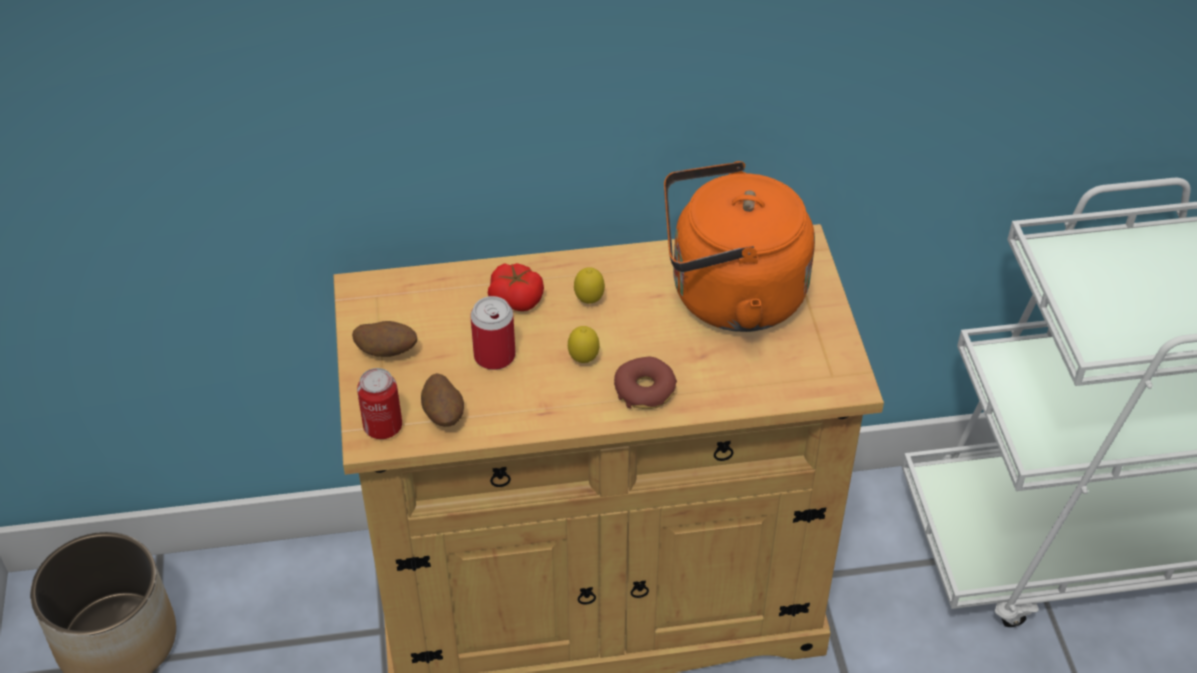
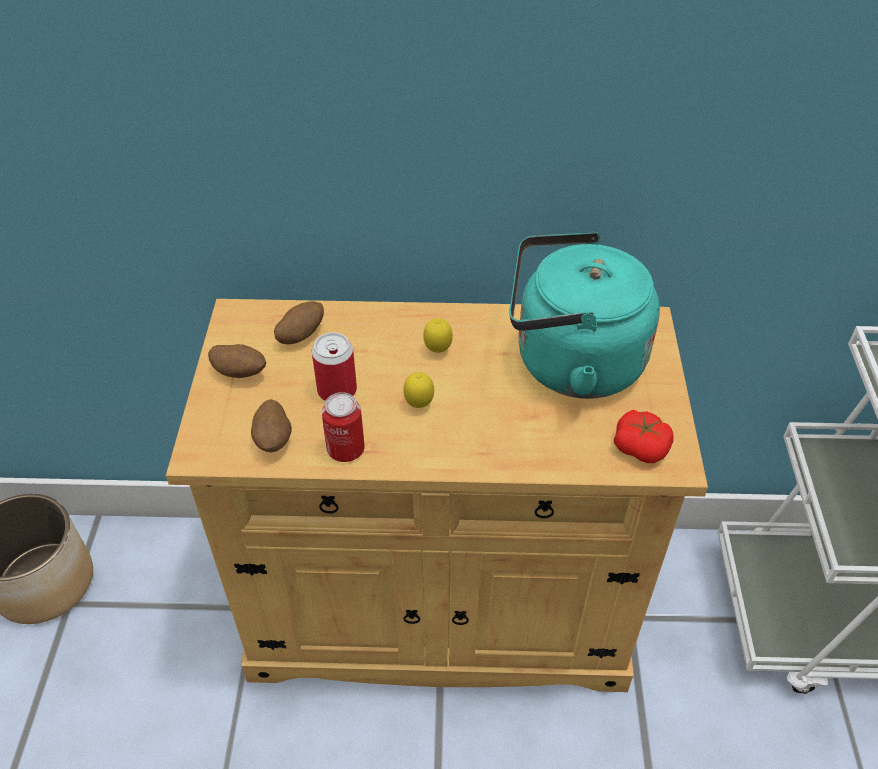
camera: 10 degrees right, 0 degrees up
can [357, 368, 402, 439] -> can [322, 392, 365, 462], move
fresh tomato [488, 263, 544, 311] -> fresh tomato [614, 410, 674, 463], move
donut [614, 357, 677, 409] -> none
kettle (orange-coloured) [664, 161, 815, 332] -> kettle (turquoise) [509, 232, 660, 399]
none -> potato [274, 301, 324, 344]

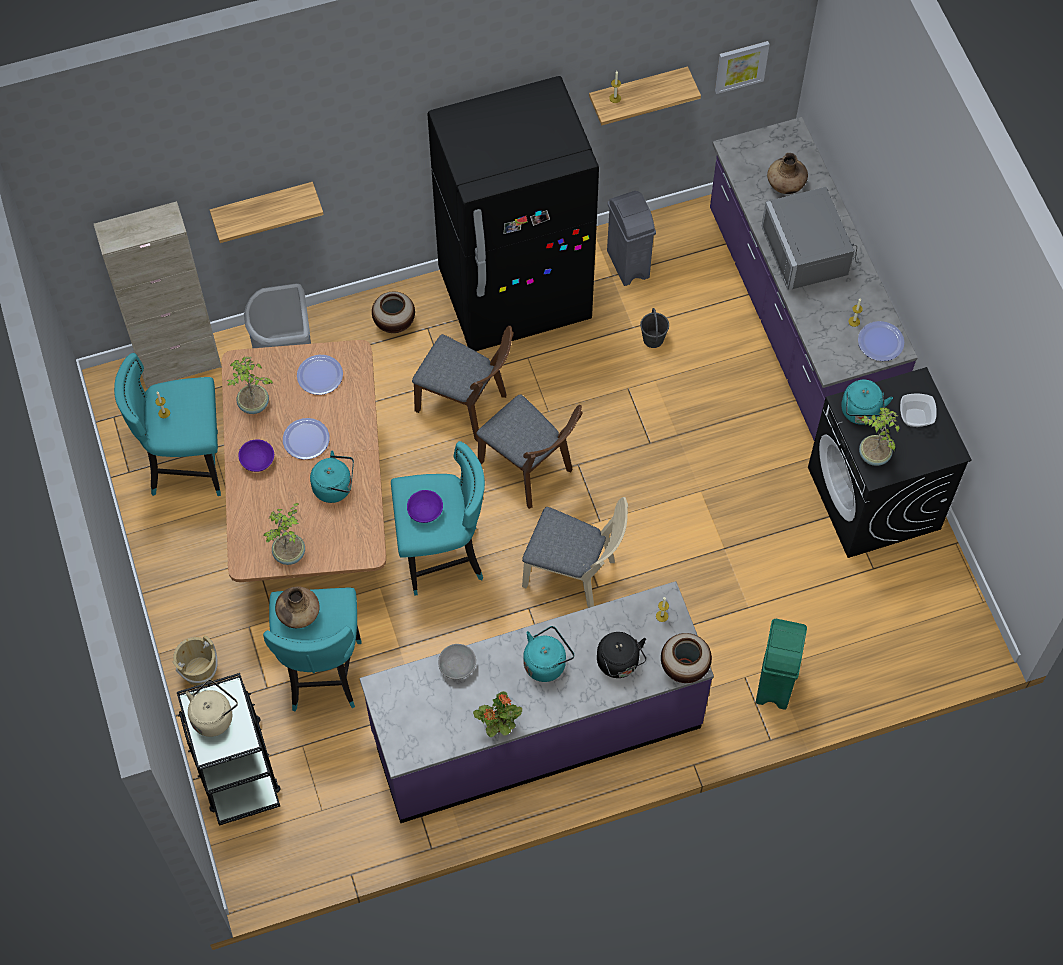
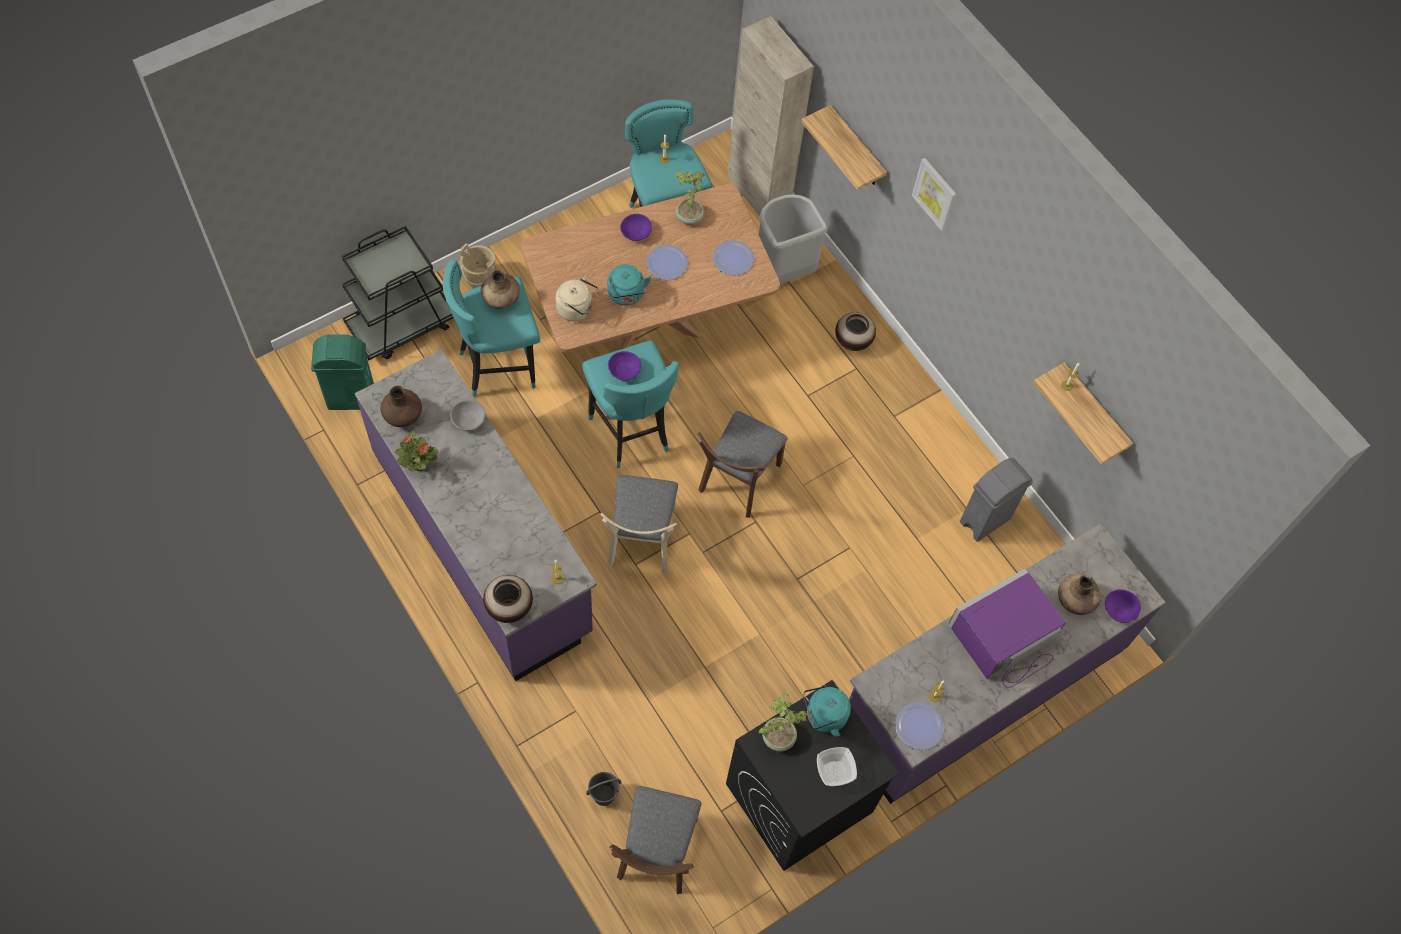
camera: 70 degrees right, 0 degrees up
kettle (beige) [186, 680, 238, 737] -> kettle (beige) [555, 276, 599, 321], move
plant in a pot [264, 503, 305, 565] -> none
upright chair (brown) [412, 326, 513, 442] -> upright chair (brown) [609, 786, 702, 894], move
fridge (black-coloured) [427, 76, 599, 351] -> none
kettle (turquoise) [523, 626, 574, 682] -> none
kettle (black-coloured) [597, 632, 646, 678] -> none
water bucket (greyish) [640, 308, 669, 348] -> water bucket (greyish) [586, 772, 621, 806], move
picture [715, 41, 770, 94] -> picture [912, 158, 956, 231], move
waste bin (green) [756, 619, 807, 710] -> waste bin (green) [311, 334, 374, 410], move
microwave (greyish) [762, 187, 859, 290] -> microwave (purplish) [948, 568, 1066, 688]
none -> flower vase (brown) [380, 386, 422, 427]
none -> bowl (purplish) [1105, 589, 1141, 623]

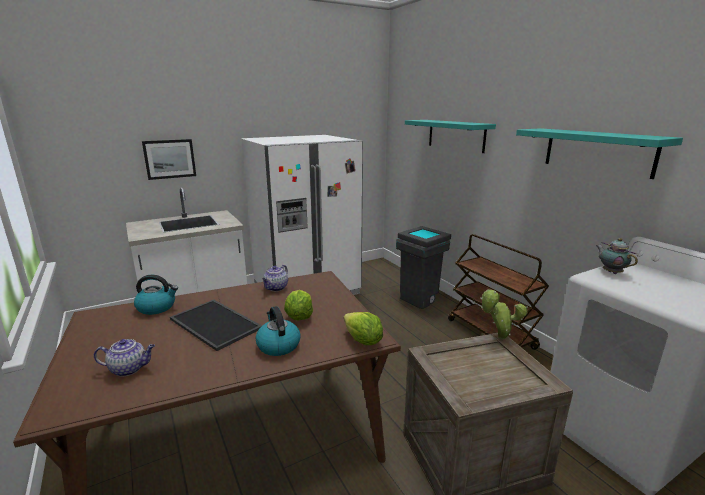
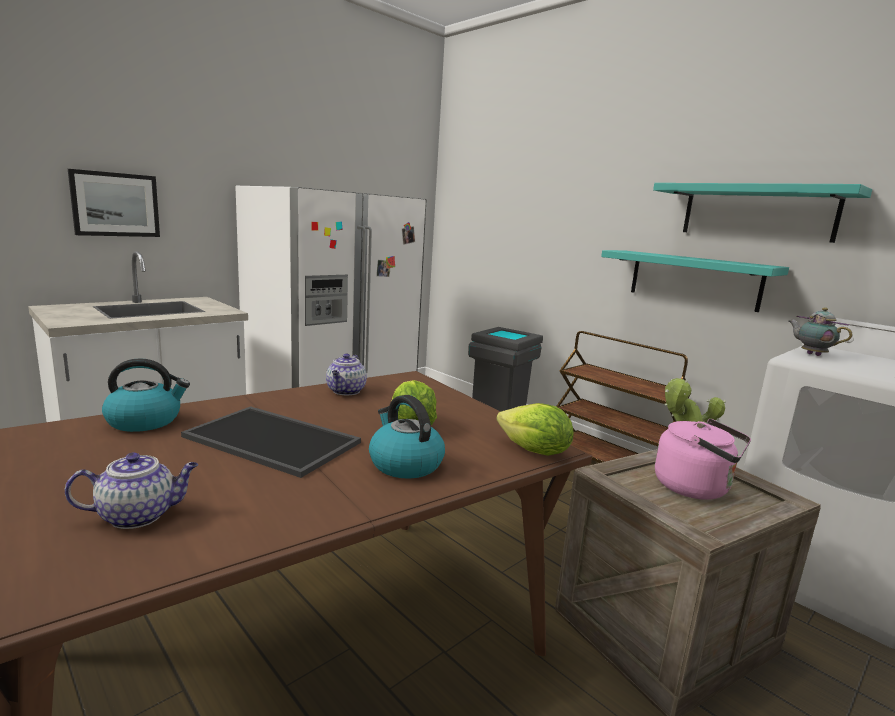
camera: 15 degrees left, 5 degrees down
wall shelf (turquoise) [405, 120, 496, 153] -> wall shelf (turquoise) [601, 250, 789, 312], move
none -> kettle (pinkish) [655, 418, 751, 500]

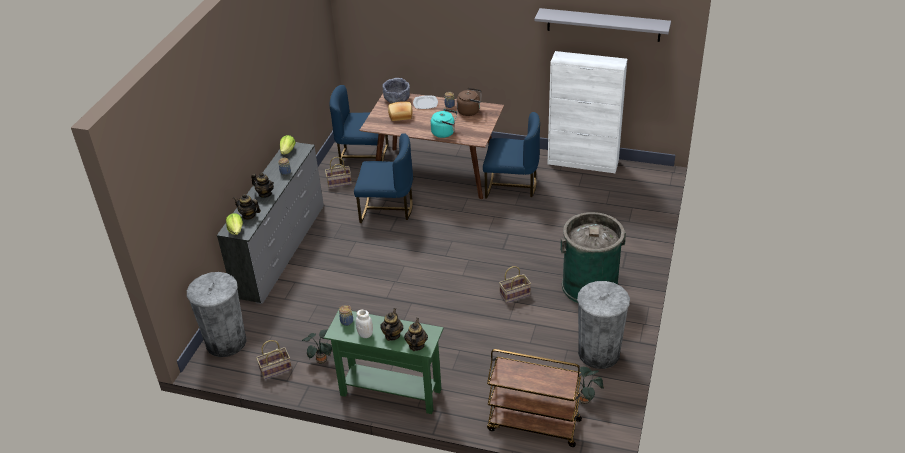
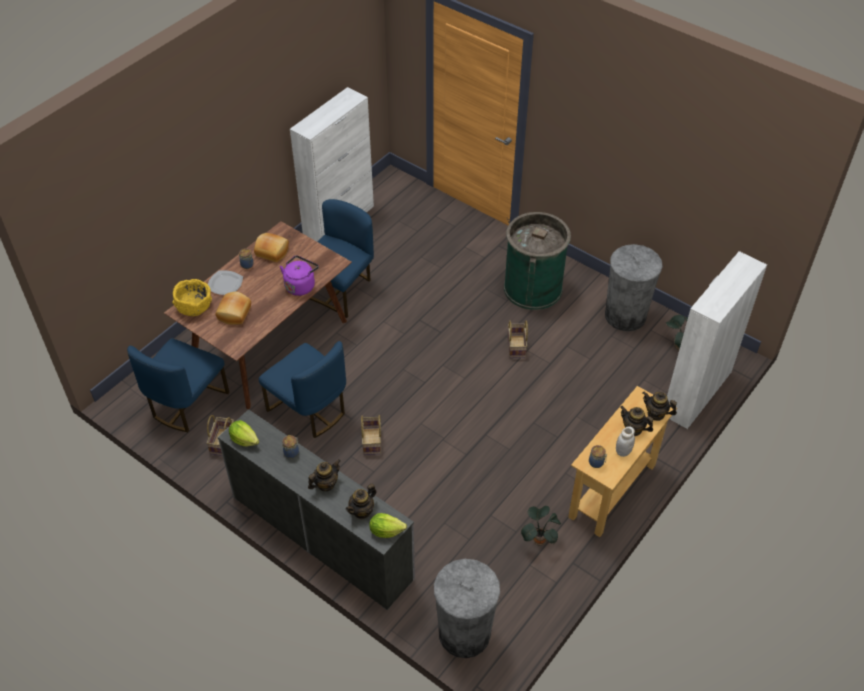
camera: 70 degrees left, 10 degrees up
household basket [256, 340, 292, 379] -> household basket [361, 415, 381, 455], move
hall table (green) [324, 310, 444, 414] -> hall table (beige) [568, 386, 677, 537]
upright chair (blue) [354, 133, 413, 223] -> upright chair (blue) [259, 341, 346, 438], 105 degrees clockwise
bowl (greyish) [383, 78, 410, 103] -> bowl (yellow) [172, 279, 212, 316]
kettle (turquoise) [431, 109, 457, 138] -> kettle (purplish) [280, 255, 319, 296]
kettle (brown) [457, 88, 481, 116] -> baked bread [254, 233, 289, 262]
cart (brown) [487, 349, 582, 447] -> storage cabinet (white-coloured) [667, 251, 767, 429]
wall shelf (greyish) [535, 8, 671, 42] -> none

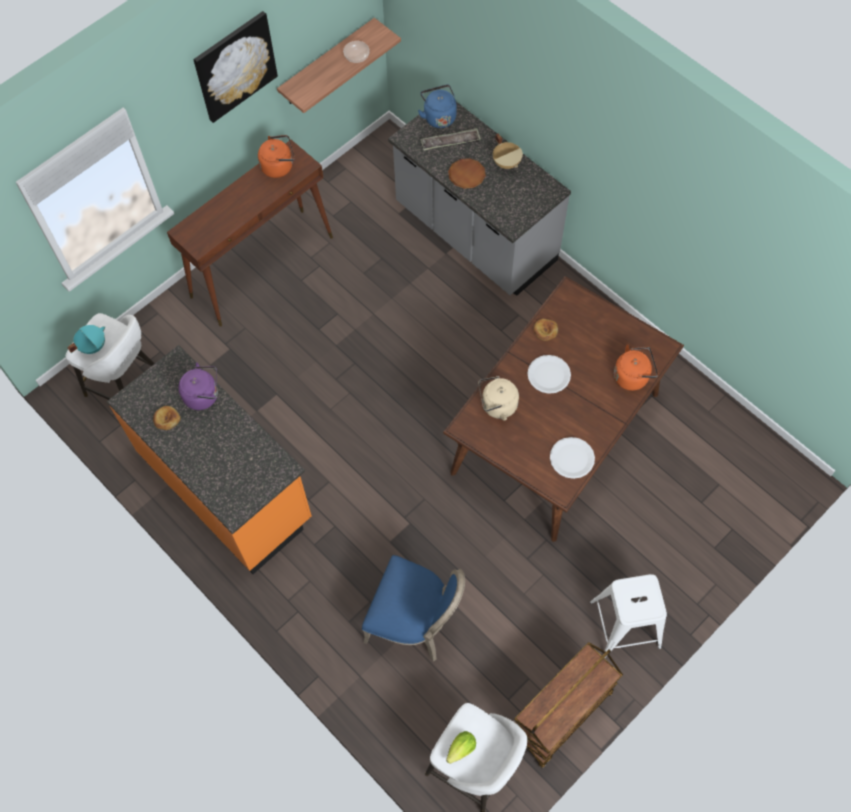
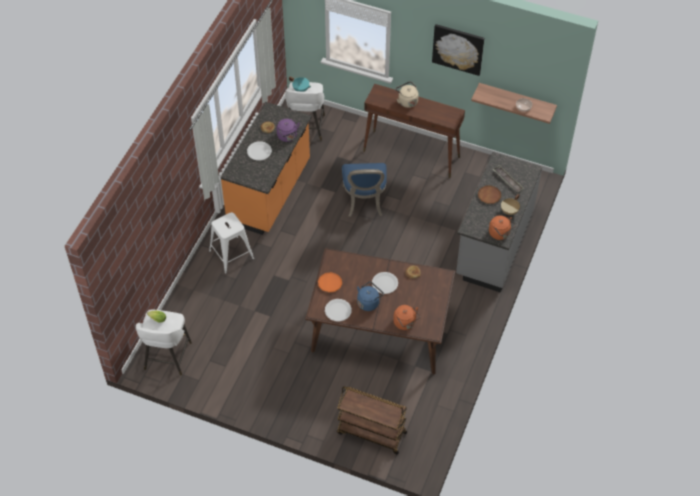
camera: 65 degrees right, 10 degrees down
kettle (orange-coloured) [258, 135, 295, 178] -> kettle (orange-coloured) [489, 215, 516, 240], move
upright chair (blue) [362, 555, 465, 662] -> upright chair (blue) [342, 163, 387, 217], move
kettle (blue) [418, 84, 457, 128] -> kettle (blue) [357, 281, 384, 311], move
kettle (beige) [478, 376, 519, 421] -> kettle (beige) [395, 81, 419, 108], move
cart (brown) [514, 642, 623, 768] -> cart (brown) [337, 386, 407, 454], move
stool seat (white-coloured) [590, 574, 667, 658] -> stool seat (white-coloured) [209, 212, 254, 274], move
none -> plate (white-coloured) [247, 141, 272, 161]
none -> plate (orange-coloured) [318, 272, 342, 293]

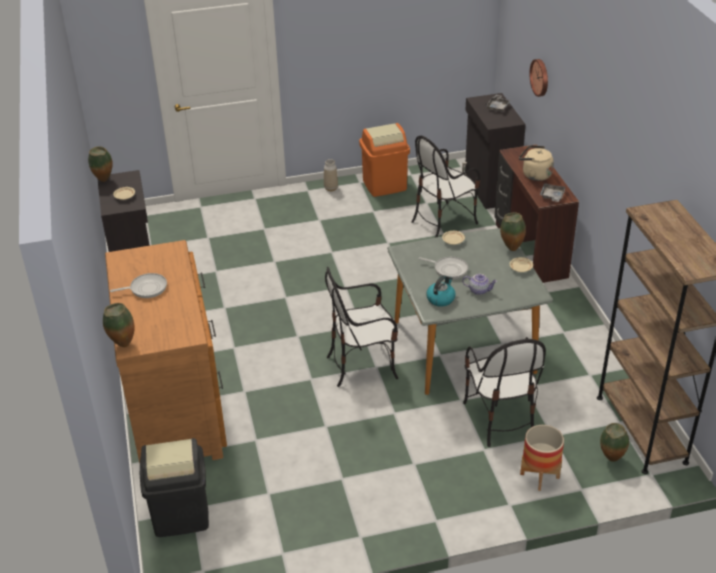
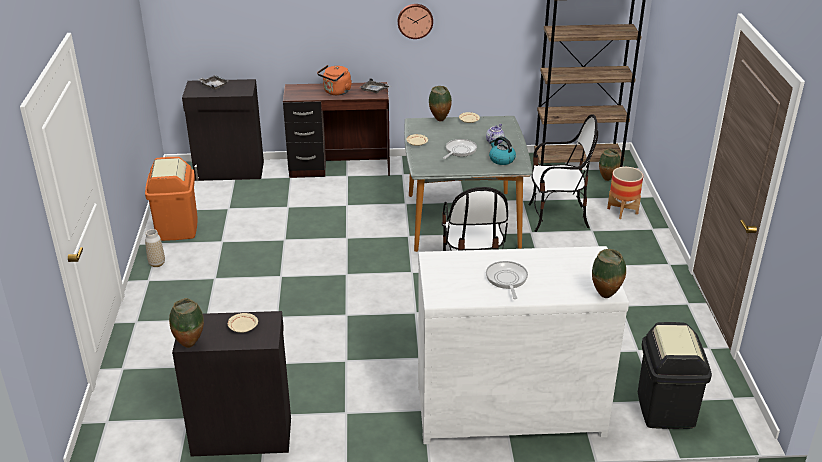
camera: 80 degrees left, 5 degrees down
dresser (brown) [105, 240, 227, 463] -> dresser (white-coloured) [418, 246, 629, 444]
upright chair [411, 136, 480, 237] -> none
kettle (beige) [519, 145, 554, 181] -> kettle (orange-coloured) [317, 65, 352, 95]
wall clock [529, 59, 548, 97] -> wall clock [398, 4, 433, 39], move

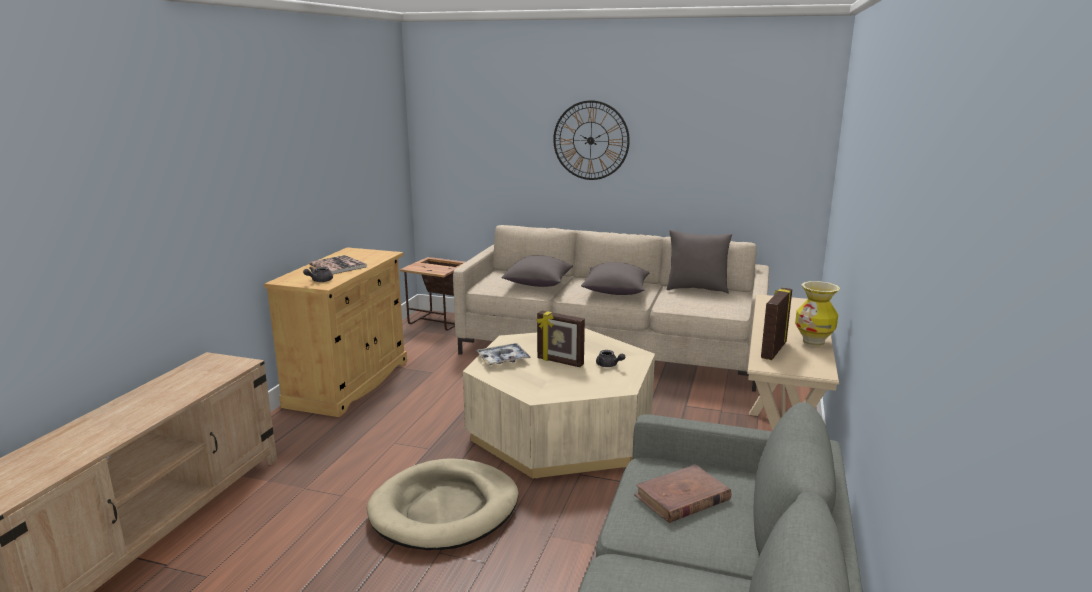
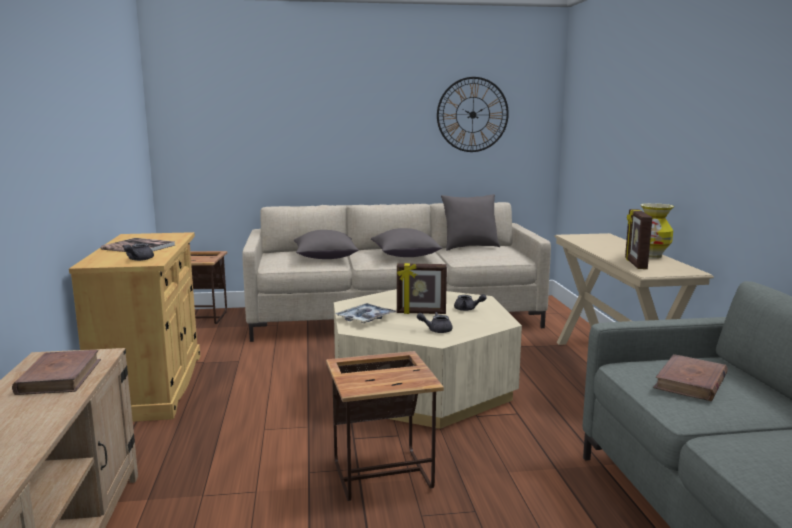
camera: 25 degrees left, 5 degrees down
dog cushion (beige) [367, 458, 518, 550] -> side table [326, 351, 444, 501]
wall clock [553, 100, 630, 180] -> wall clock [437, 77, 509, 152], move
none -> volume (brown) [12, 350, 101, 395]
none -> teapot (greyish) [417, 312, 453, 333]

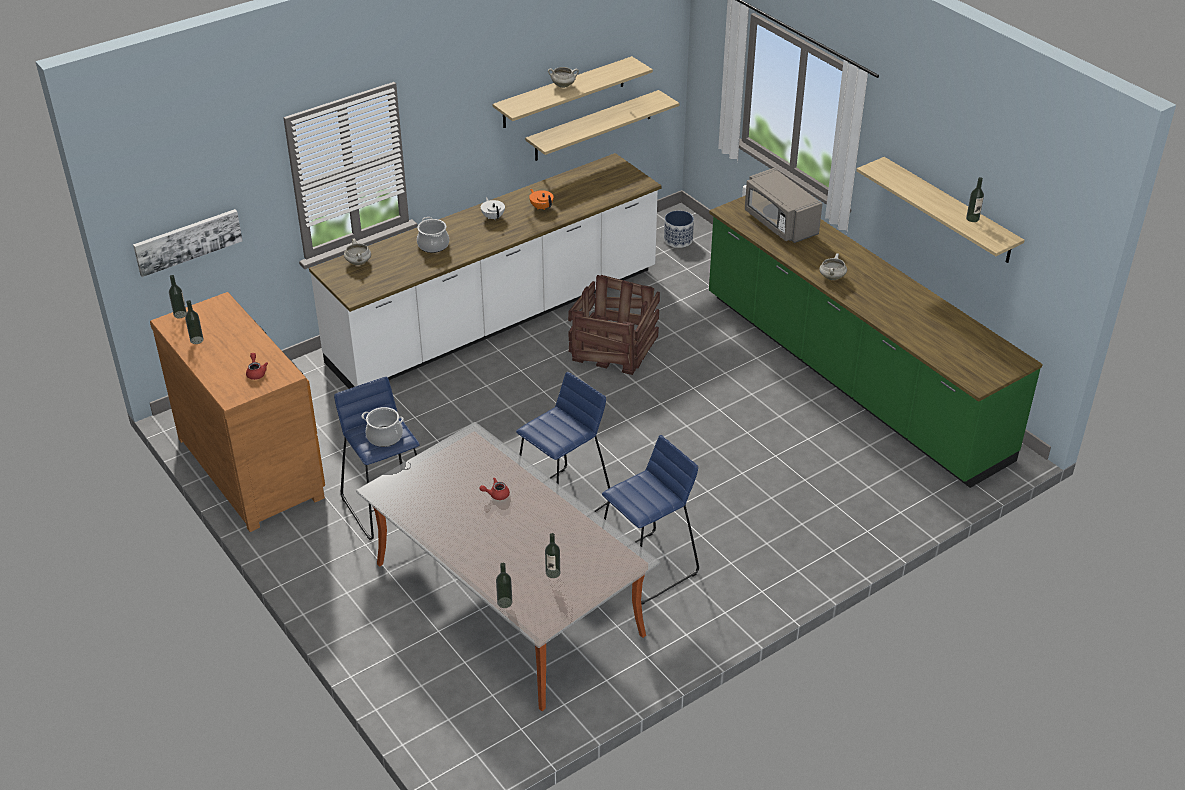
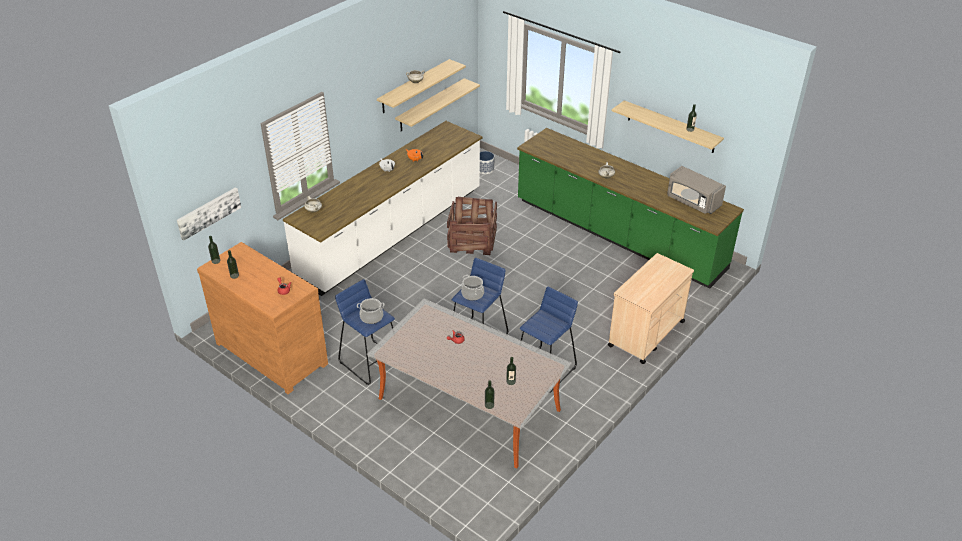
camera: 15 degrees left, 0 degrees up
saucepot [417, 217, 449, 253] -> saucepot [461, 275, 484, 301], move
microwave (greyish) [745, 168, 822, 243] -> microwave (greyish) [668, 166, 726, 214], move
none -> cart (beige) [608, 253, 694, 364]

